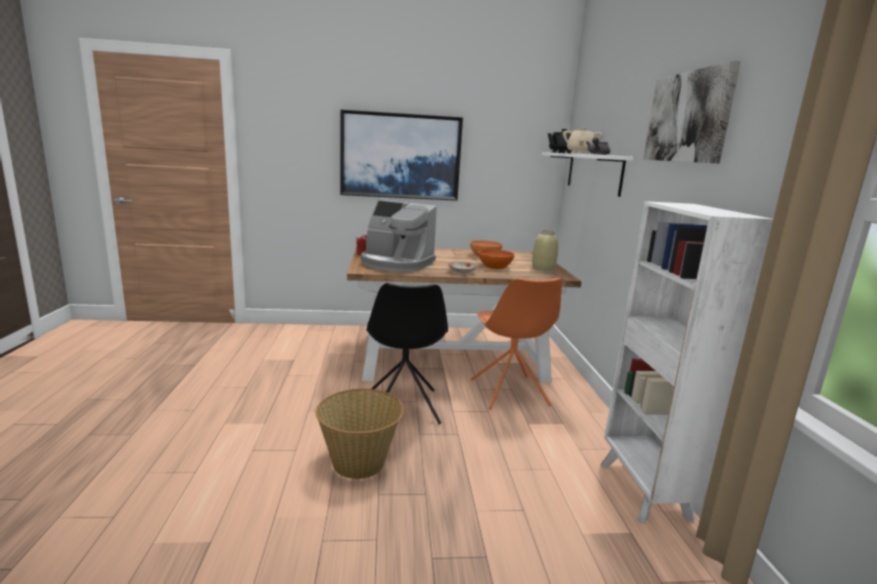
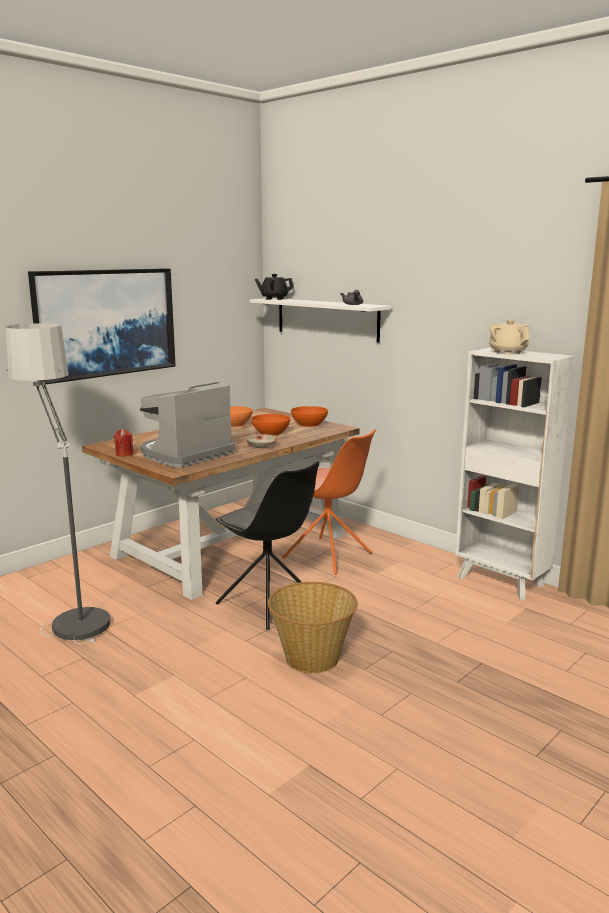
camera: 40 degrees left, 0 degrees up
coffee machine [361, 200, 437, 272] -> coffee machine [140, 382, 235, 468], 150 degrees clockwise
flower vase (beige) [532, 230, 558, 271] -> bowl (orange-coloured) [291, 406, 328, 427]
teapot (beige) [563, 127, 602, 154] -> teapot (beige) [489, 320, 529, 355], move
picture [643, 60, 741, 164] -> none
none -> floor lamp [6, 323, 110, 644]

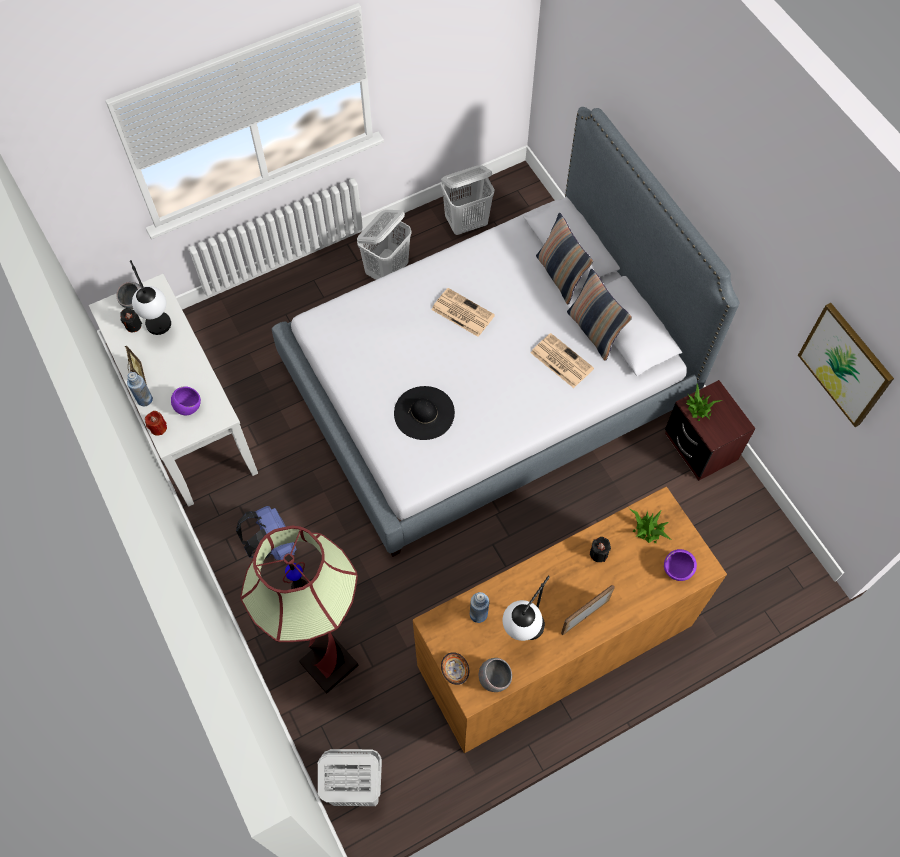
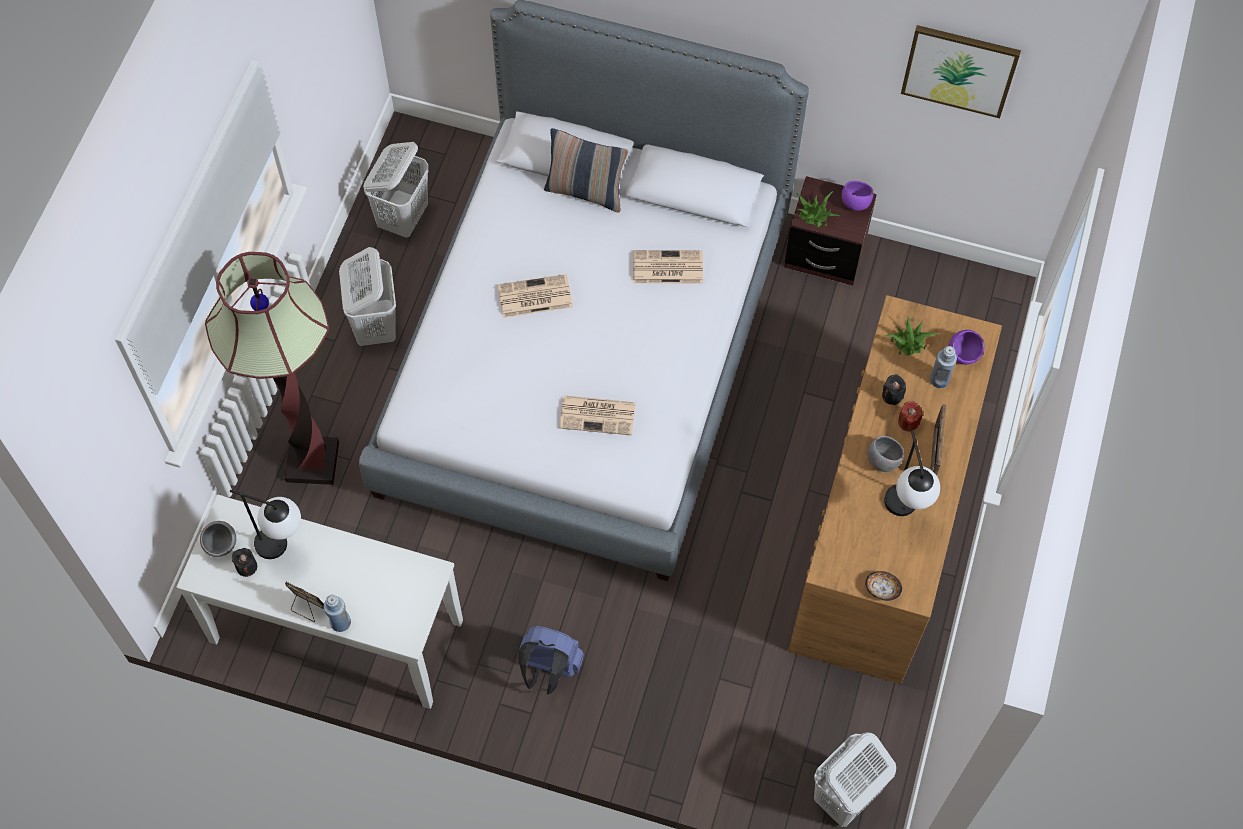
camera: 45 degrees left, 0 degrees up
wax candle (reddish) [145, 411, 167, 436] -> wax candle (reddish) [898, 401, 923, 432], move
bowl (purplish) [171, 386, 201, 415] -> bowl (purplish) [842, 181, 873, 211], move
floor lamp [240, 526, 359, 694] -> floor lamp [205, 252, 339, 485], move
clothing hat (black-coloured) [394, 386, 455, 440] -> newspaper [559, 396, 636, 435]
bottle (blue) [470, 592, 489, 623] -> bottle (blue) [930, 346, 957, 388], move
bowl (greyish) [479, 658, 512, 692] -> bowl (greyish) [867, 436, 904, 472], move
throw pillow [567, 269, 632, 361] -> none

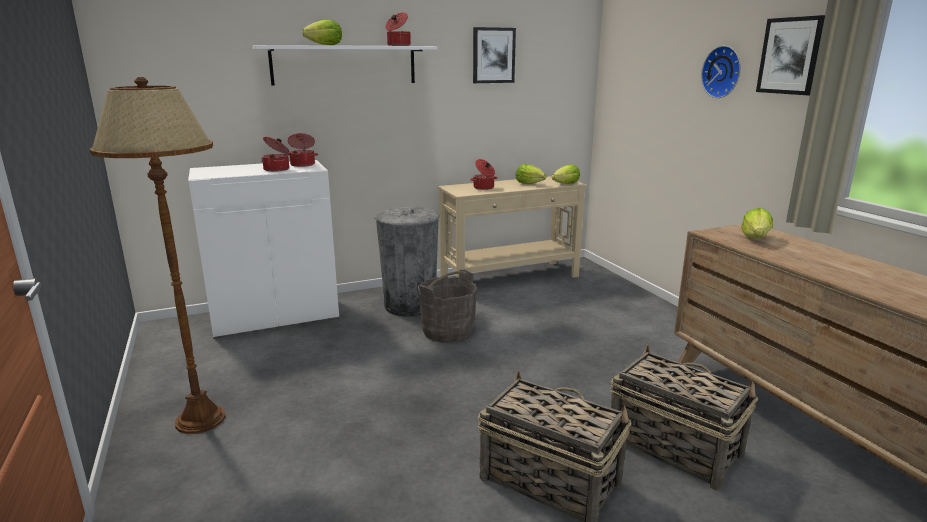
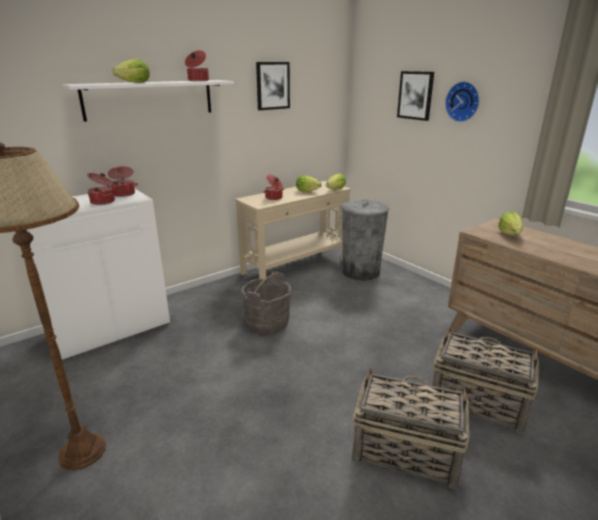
camera: 15 degrees left, 5 degrees up
waste bin (greyish) [375, 207, 440, 317] -> waste bin (greyish) [341, 200, 389, 281], move
picture [756, 15, 825, 95] -> picture [397, 71, 434, 121], move

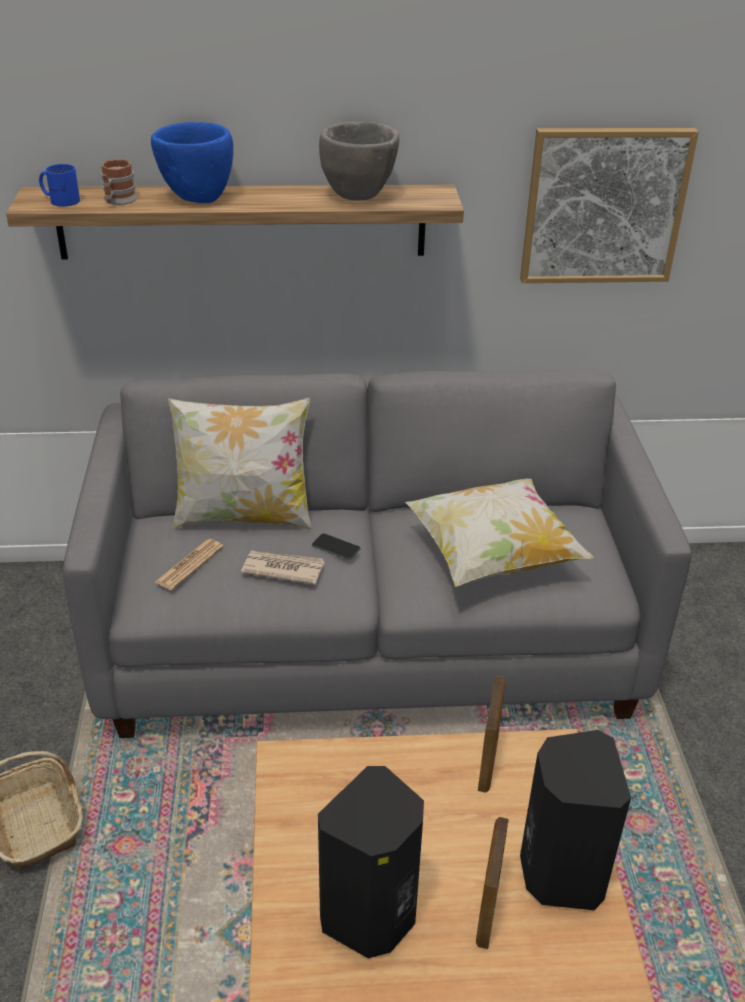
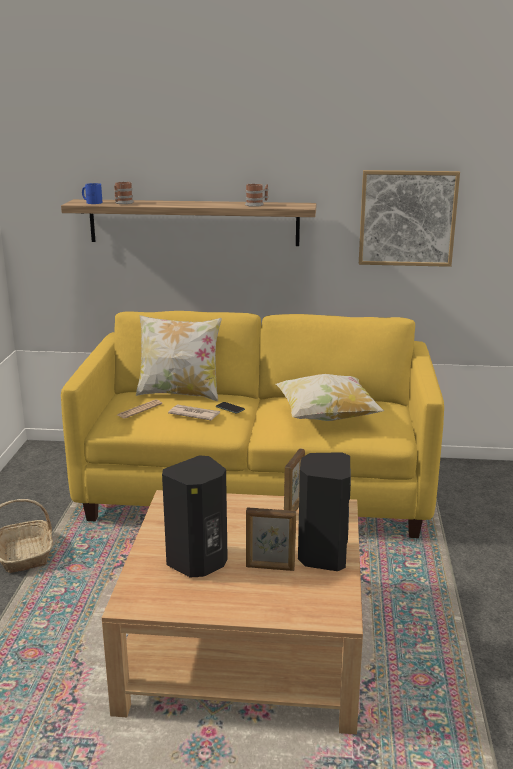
camera: 10 degrees right, 15 degrees down
settee (greyish) [63, 369, 691, 738] -> settee (yellow) [61, 311, 444, 538]
bowl (blue) [151, 122, 233, 203] -> none
bowl (greyish) [319, 121, 399, 200] -> tea mug [245, 184, 268, 207]
standing frame [476, 817, 509, 949] -> standing frame [246, 507, 296, 571], 105 degrees counterclockwise

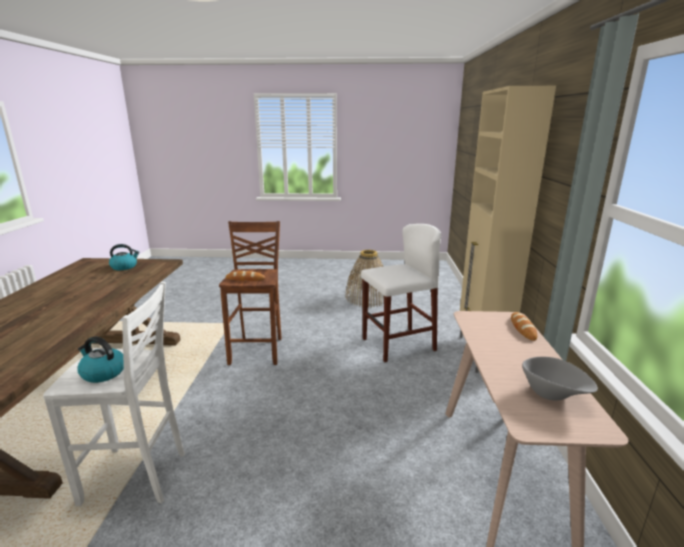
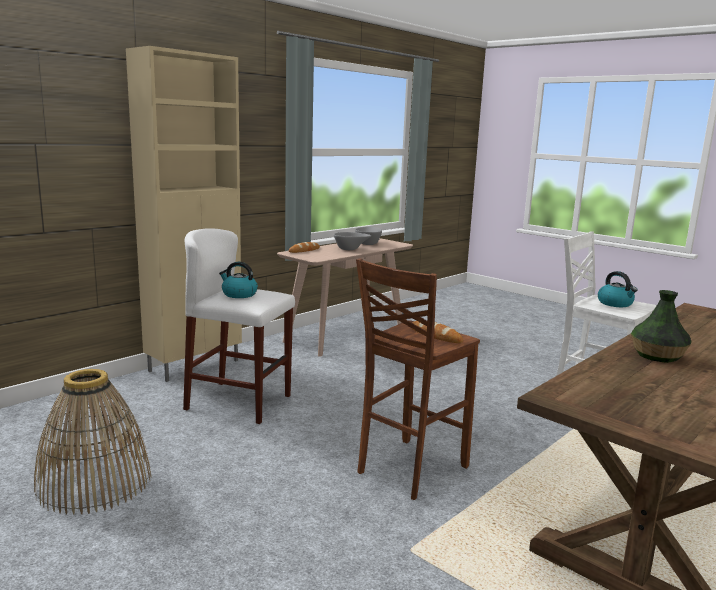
camera: 140 degrees left, 5 degrees down
kettle [109, 244, 140, 270] -> kettle [219, 262, 258, 298], move
none -> bowl (greyish) [334, 232, 372, 250]
none -> flower vase [631, 290, 692, 363]

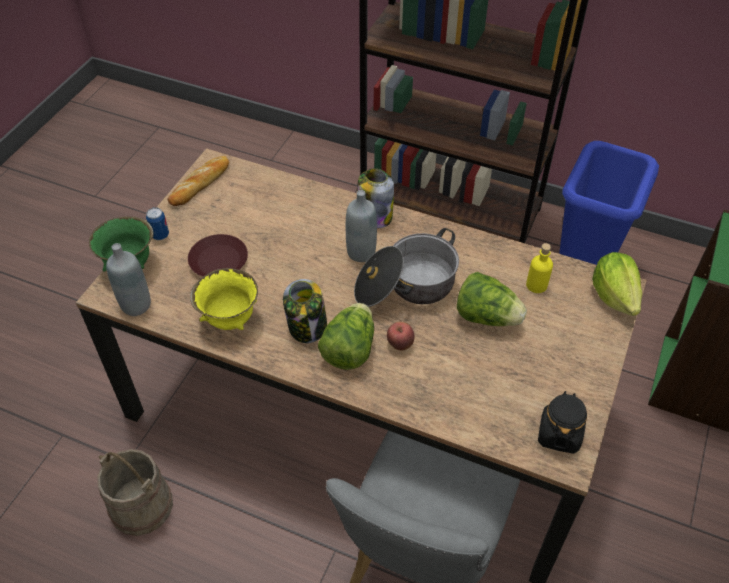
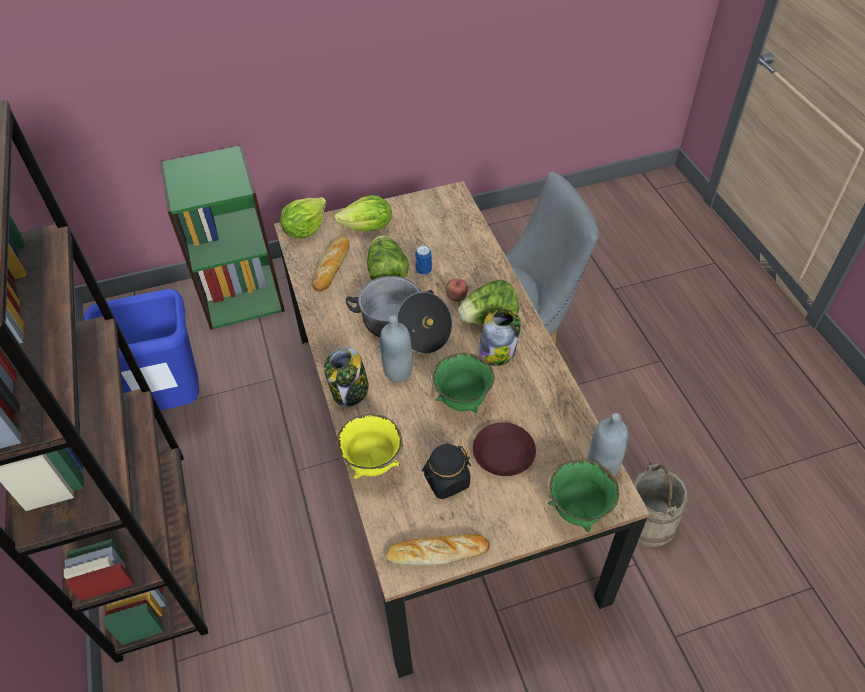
camera: 130 degrees left, 0 degrees up
can [146, 207, 169, 240] -> can [415, 245, 432, 275], move
bowl (yellow) [190, 268, 258, 330] -> bowl (yellow) [336, 414, 403, 479], move
bottle (yellow) [526, 243, 553, 293] -> baked bread [313, 236, 349, 291]
jar (black-coloured) [538, 391, 587, 454] -> jar (black-coloured) [422, 444, 471, 499], move
none -> lettuce [334, 195, 392, 232]
none -> bowl (green) [431, 353, 494, 413]

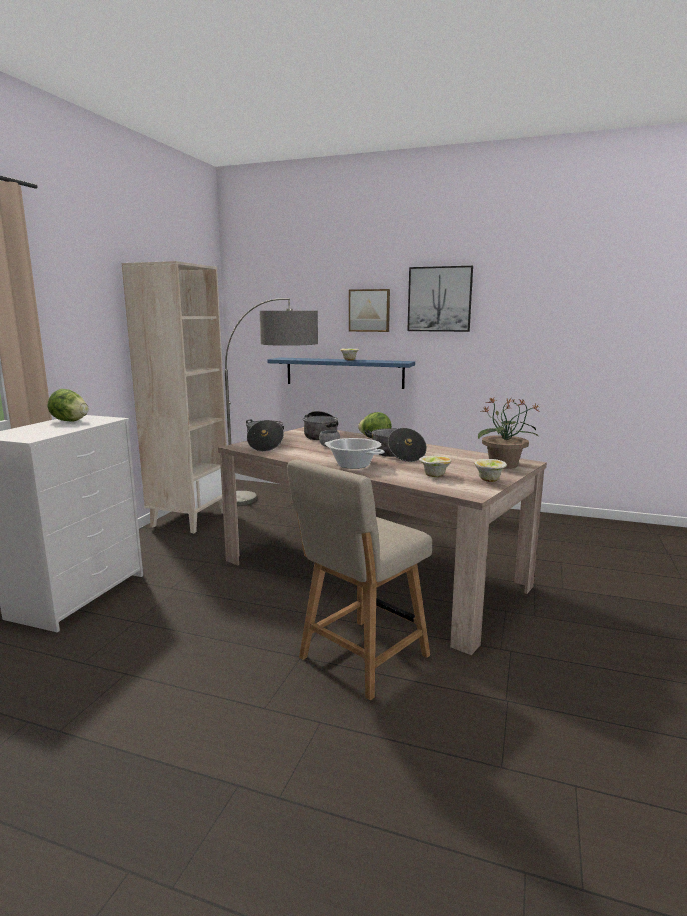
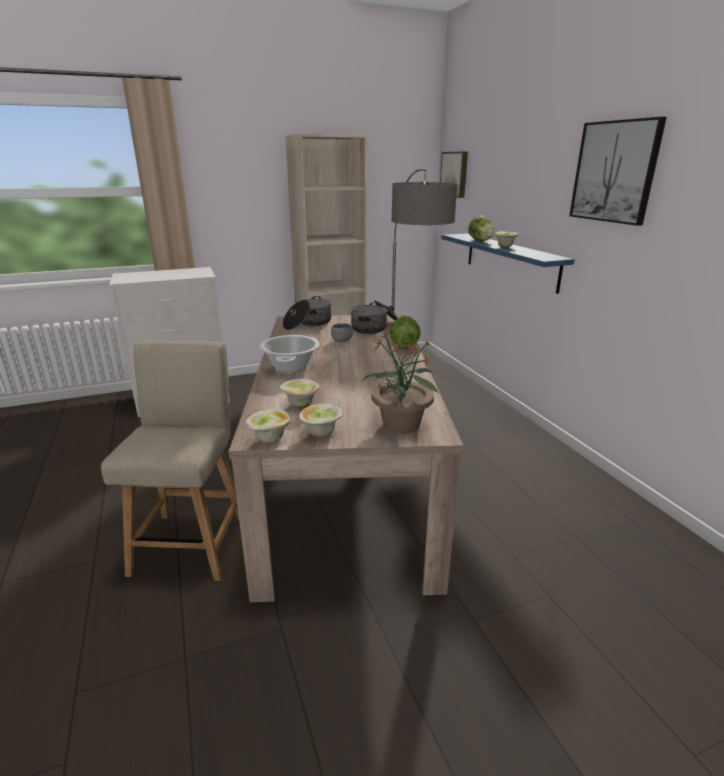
camera: 50 degrees right, 10 degrees up
lettuce [48, 389, 89, 421] -> lettuce [468, 215, 494, 242], move
upright chair (beige) [287, 459, 432, 700] -> upright chair (beige) [101, 341, 239, 581], 90 degrees clockwise
picture [349, 289, 390, 332] -> picture [440, 151, 468, 198], move
saucepot [365, 428, 427, 462] -> none
none -> bowl [246, 409, 290, 444]

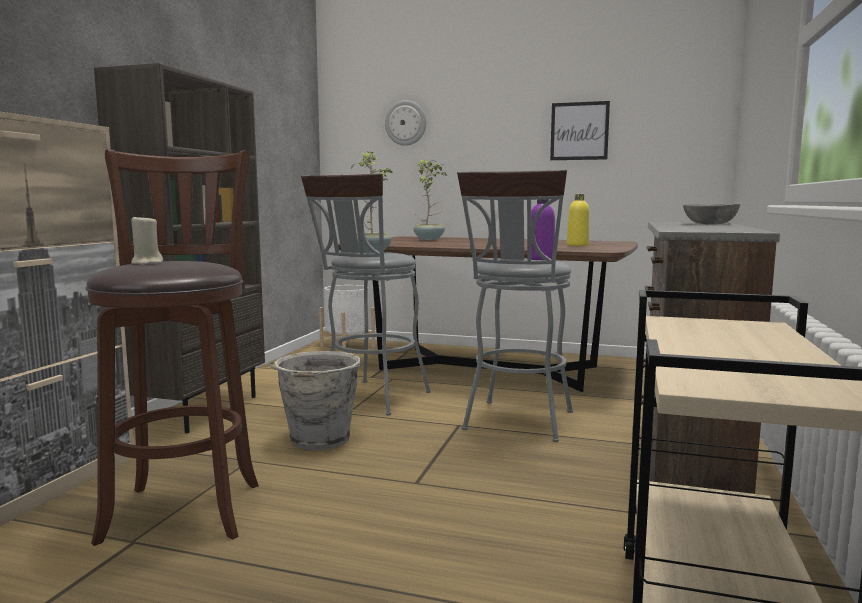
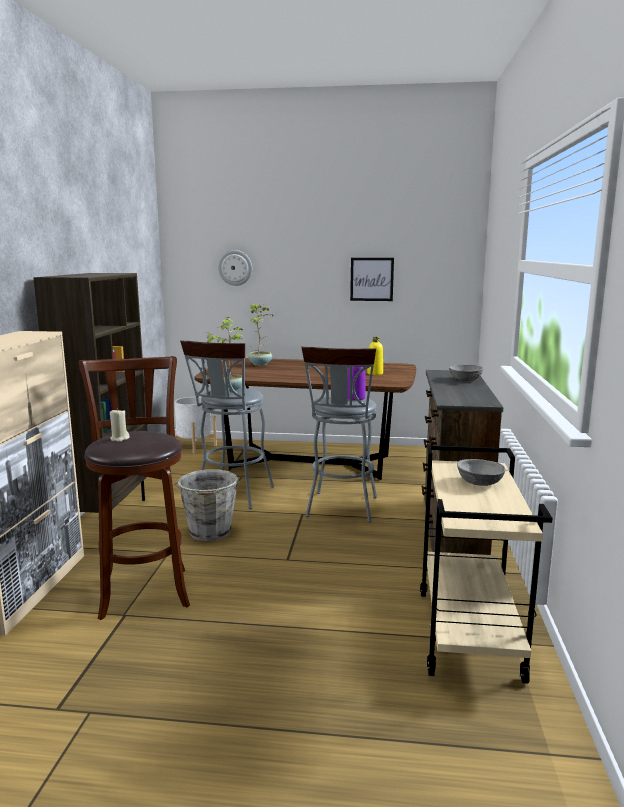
camera: 10 degrees left, 5 degrees up
none -> bowl (greyish) [457, 459, 505, 486]

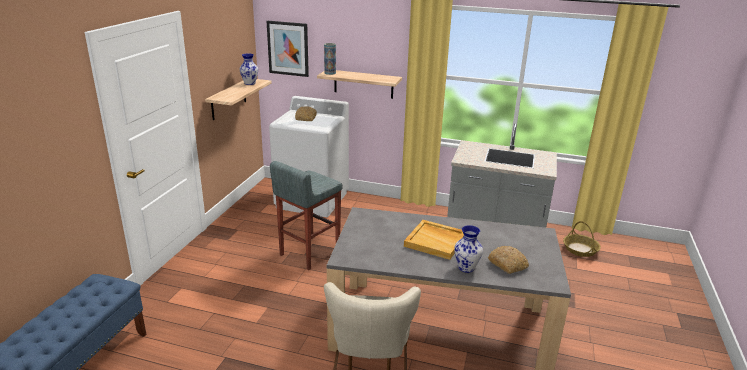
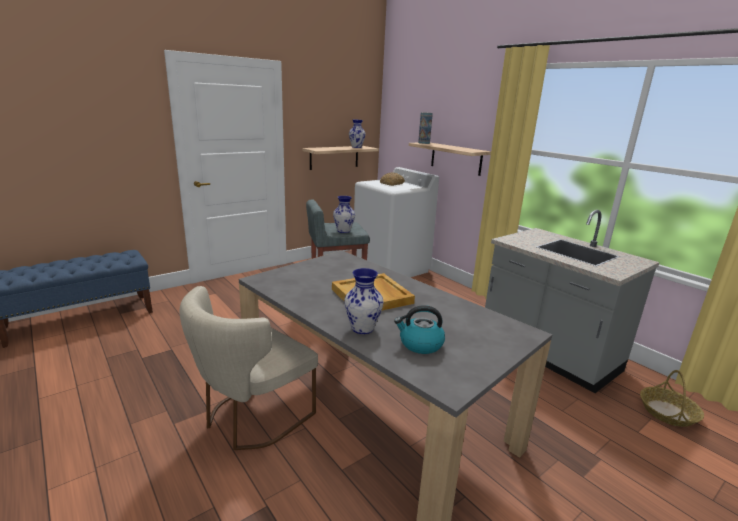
camera: 35 degrees right, 5 degrees down
picture [267, 21, 309, 77] -> none
baked bread [488, 246, 529, 274] -> kettle [394, 305, 445, 354]
none -> flower vase [333, 196, 355, 233]

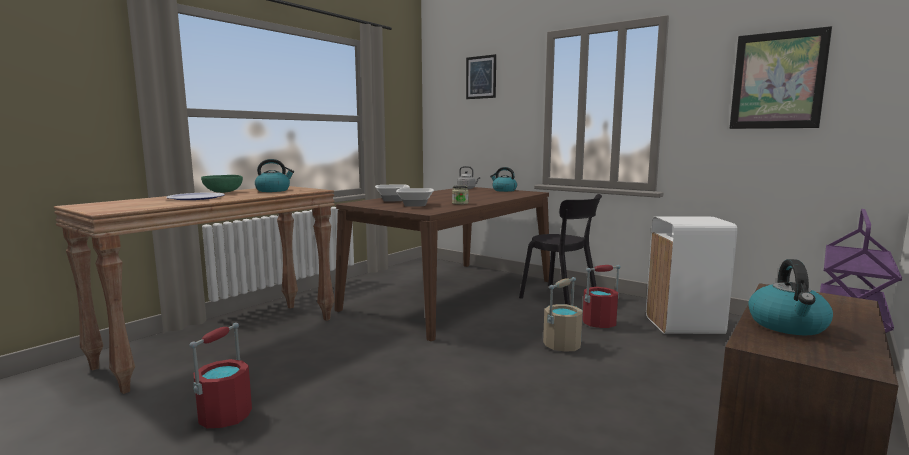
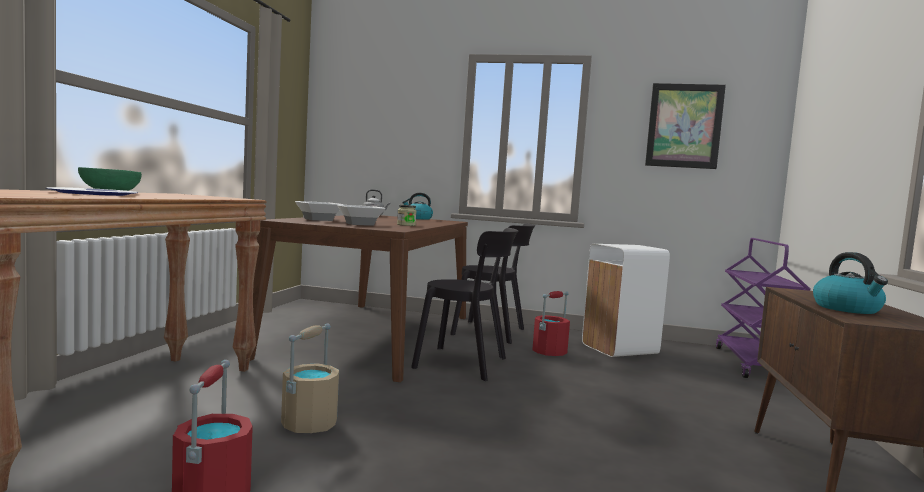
camera: 25 degrees left, 5 degrees down
kettle [255, 159, 294, 192] -> none
picture [466, 54, 496, 99] -> none
water bucket (beige) [543, 277, 583, 352] -> water bucket (beige) [281, 323, 339, 433], move
none -> upright chair (black-coloured) [411, 228, 518, 381]

